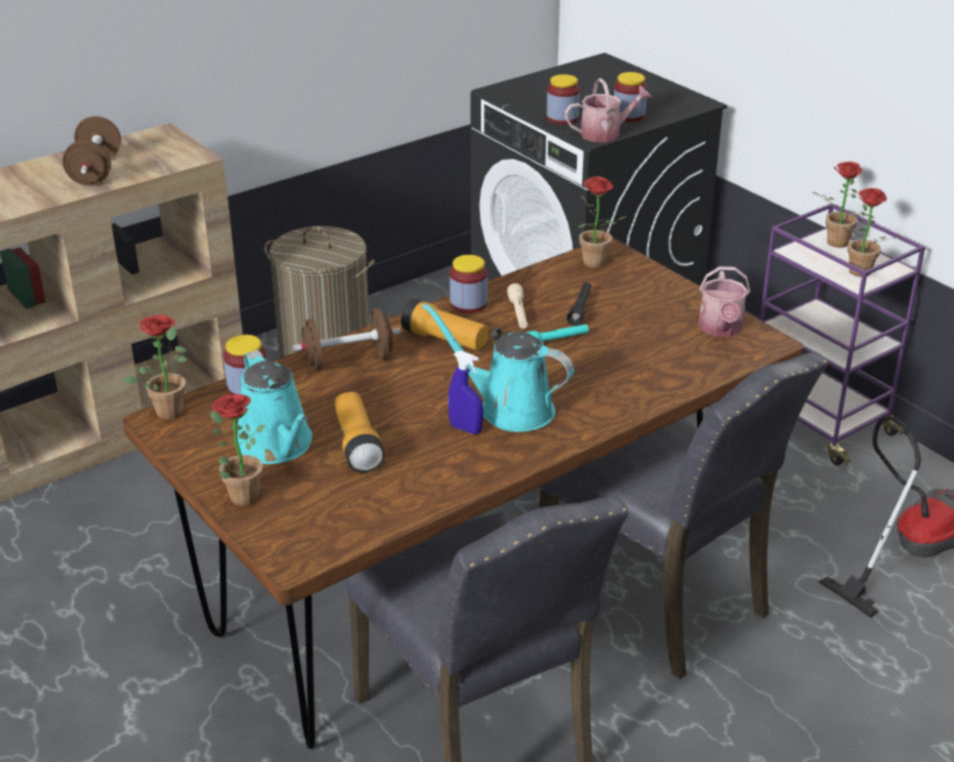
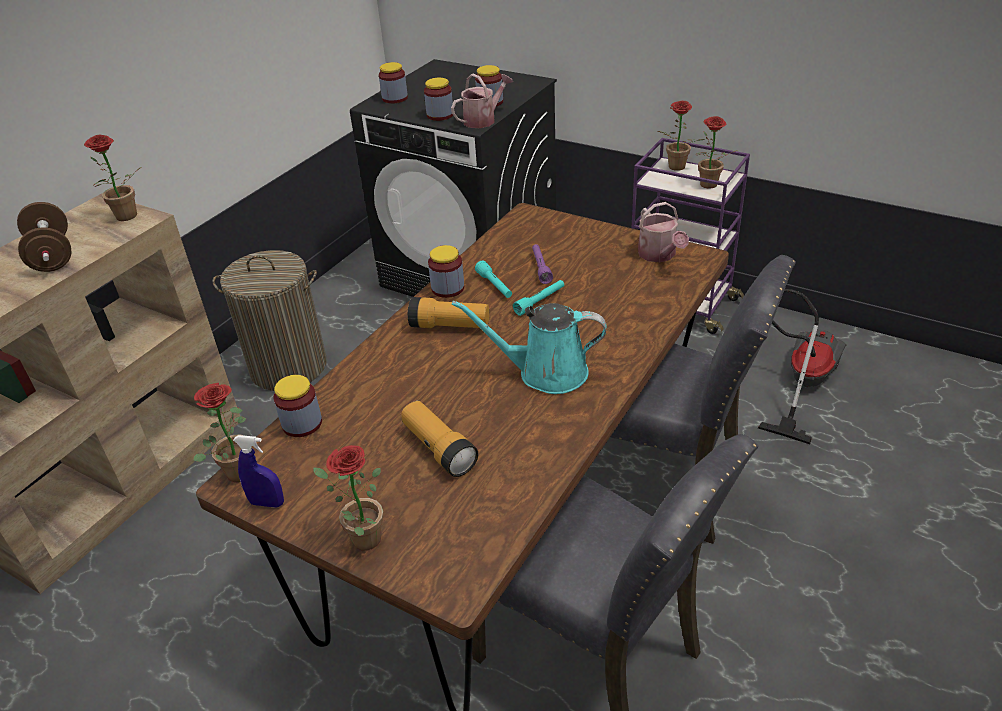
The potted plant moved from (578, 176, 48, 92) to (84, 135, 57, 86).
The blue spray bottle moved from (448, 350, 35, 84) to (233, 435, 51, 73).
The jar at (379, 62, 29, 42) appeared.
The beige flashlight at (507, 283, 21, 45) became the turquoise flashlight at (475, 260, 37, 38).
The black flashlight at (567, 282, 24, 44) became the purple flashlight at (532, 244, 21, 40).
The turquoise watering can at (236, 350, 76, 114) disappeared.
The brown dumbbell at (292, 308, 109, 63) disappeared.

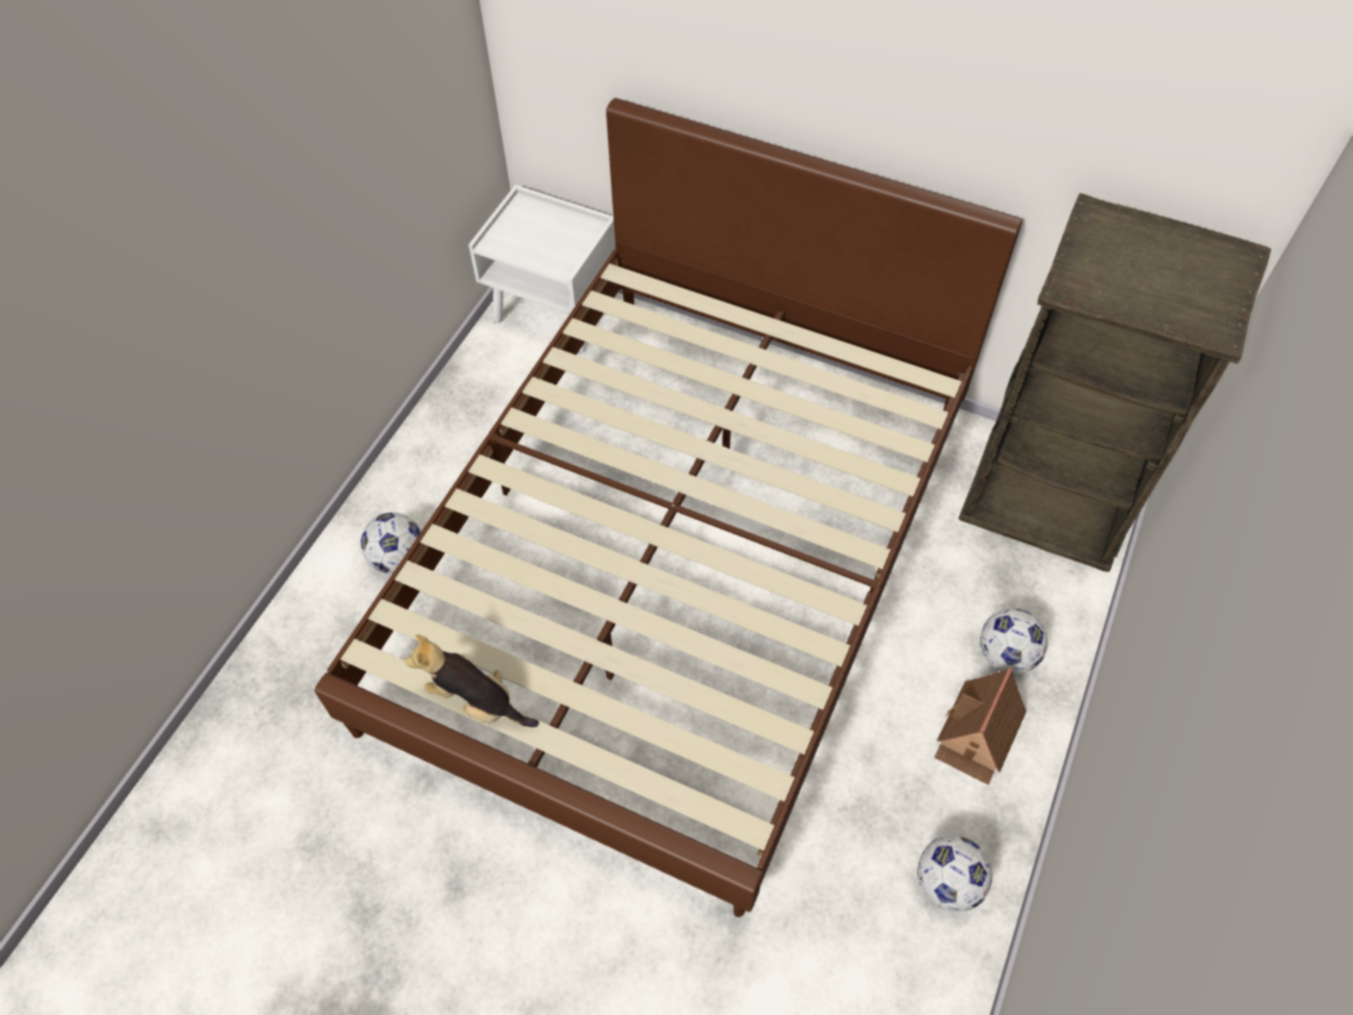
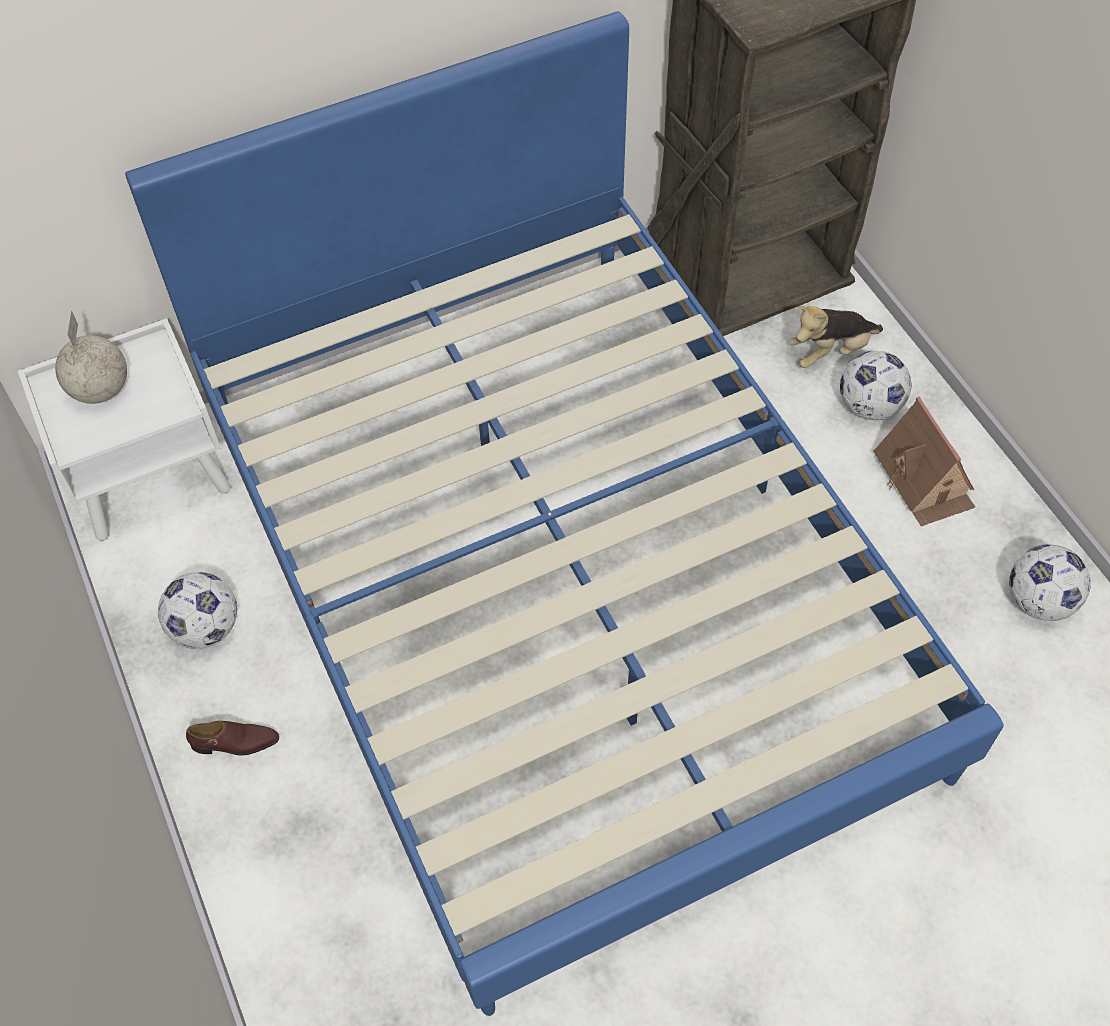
The globe at (55, 310, 72, 94) appeared.
The brown bed at (315, 98, 707, 819) became the blue bed at (125, 11, 879, 1005).
The football moved from (361, 512, 60, 62) to (158, 572, 79, 77).
The brown shoe at (186, 721, 93, 35) appeared.
The plush toy moved from (405, 635, 134, 92) to (789, 306, 94, 62).

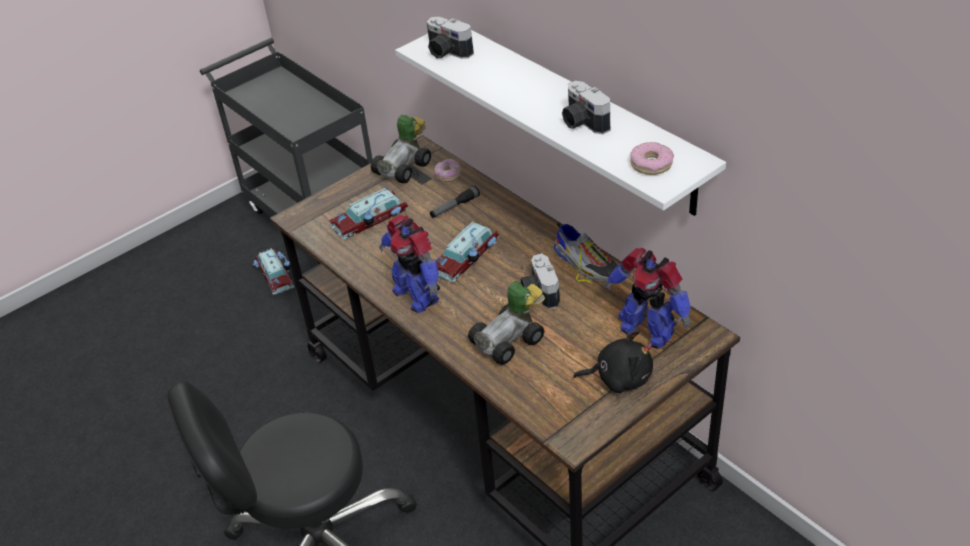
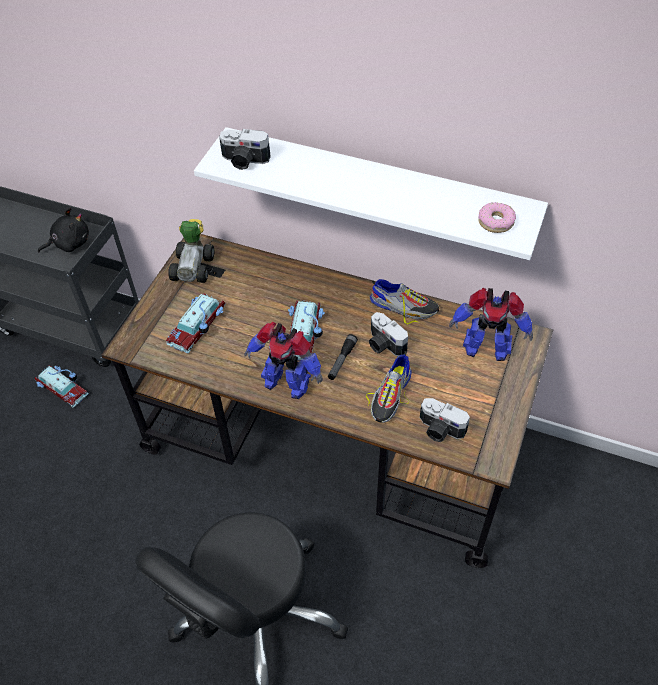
The black plush toy moved from (573, 330, 80, 63) to (38, 208, 51, 44).
The flashlight moved from (430, 186, 50, 32) to (328, 334, 30, 46).
The toy car at (468, 281, 77, 84) was replaced by the shoe at (366, 351, 46, 72).
The photo camera moved from (562, 81, 48, 53) to (420, 398, 50, 44).
The donut at (434, 159, 26, 23) disappeared.

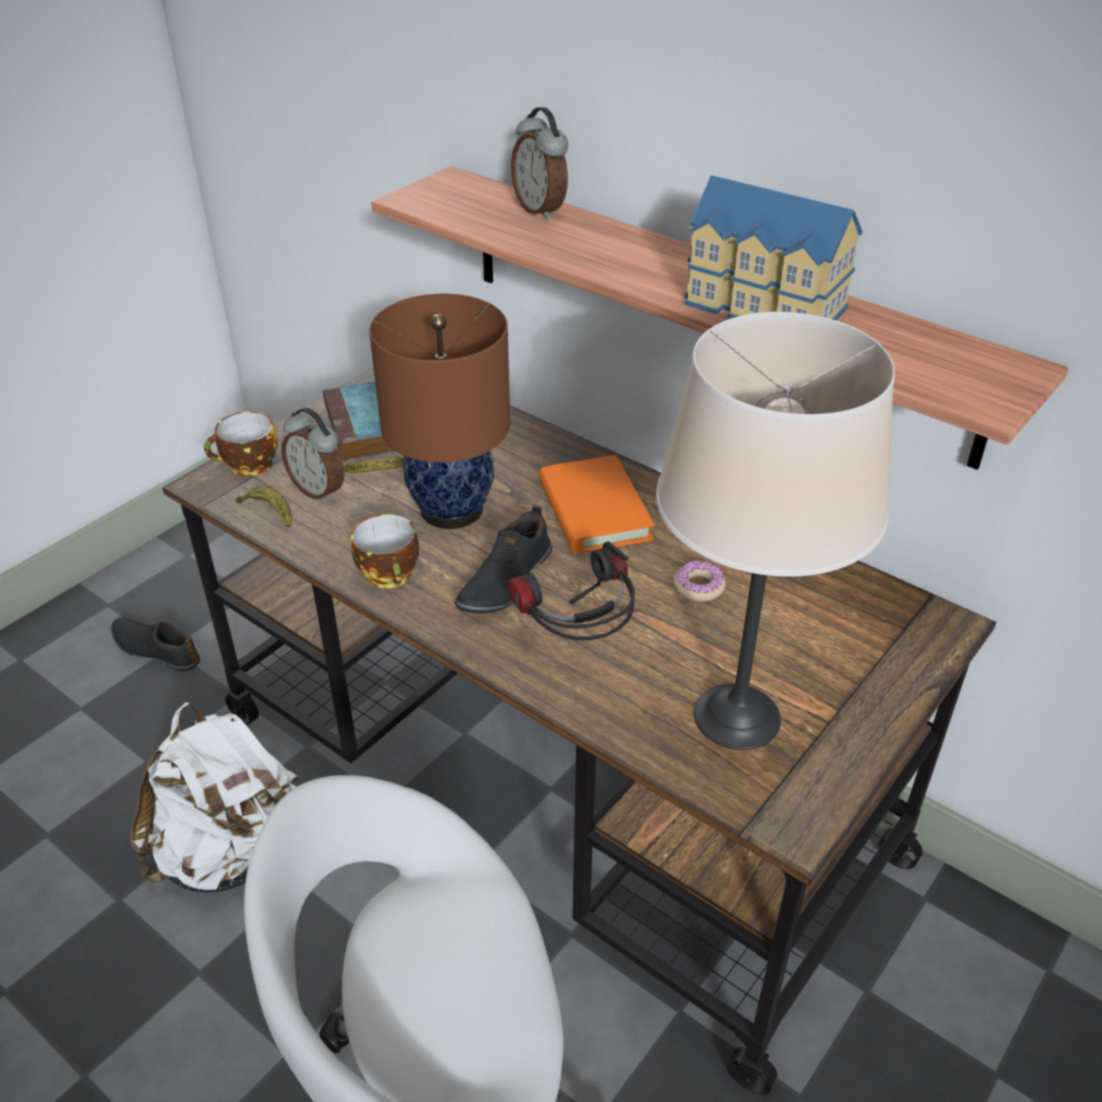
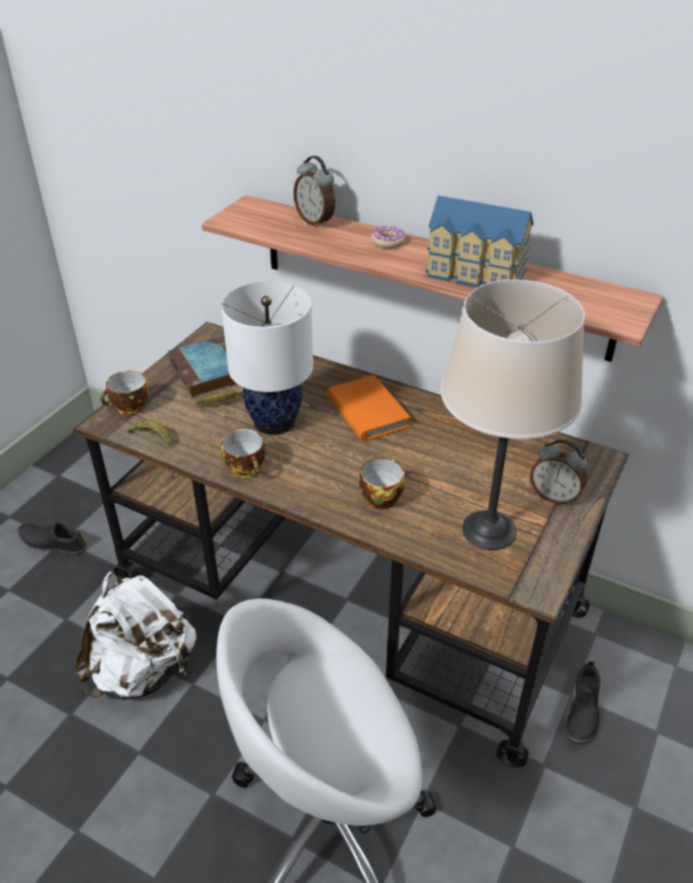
The brown table lamp at (369, 294, 141, 235) became the white table lamp at (221, 281, 92, 154).
The headphones at (508, 541, 127, 99) was replaced by the cup at (359, 457, 46, 52).
The donut moved from (673, 561, 53, 41) to (371, 226, 34, 22).
The alarm clock moved from (281, 408, 63, 94) to (530, 439, 58, 66).
The black shoe moved from (454, 505, 98, 109) to (565, 661, 35, 83).

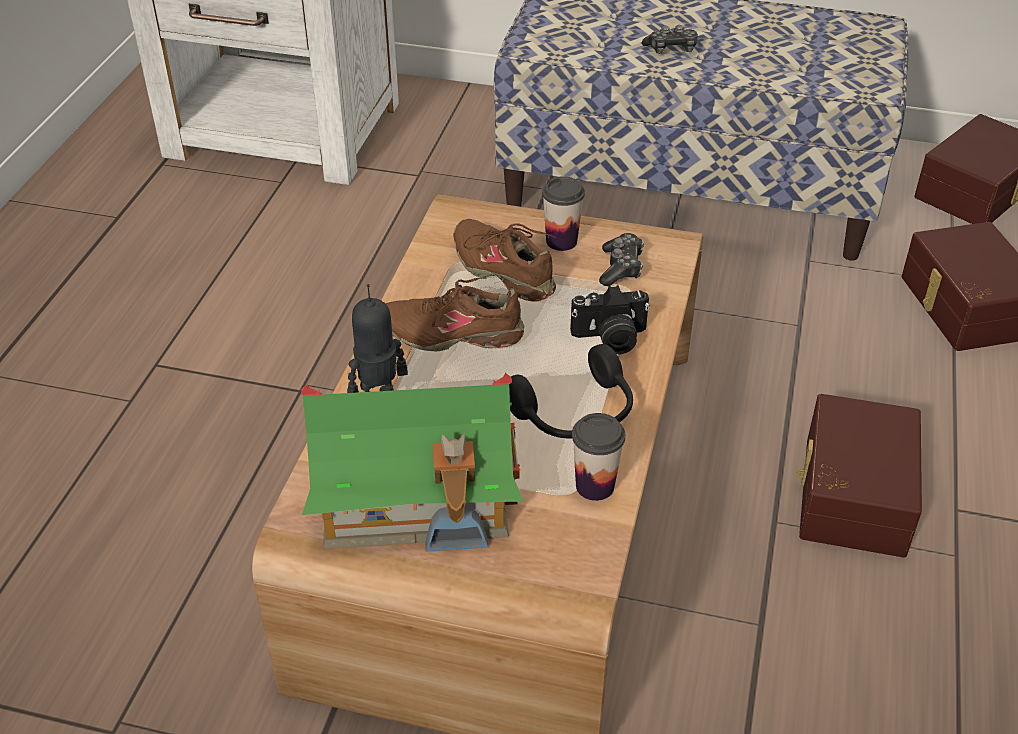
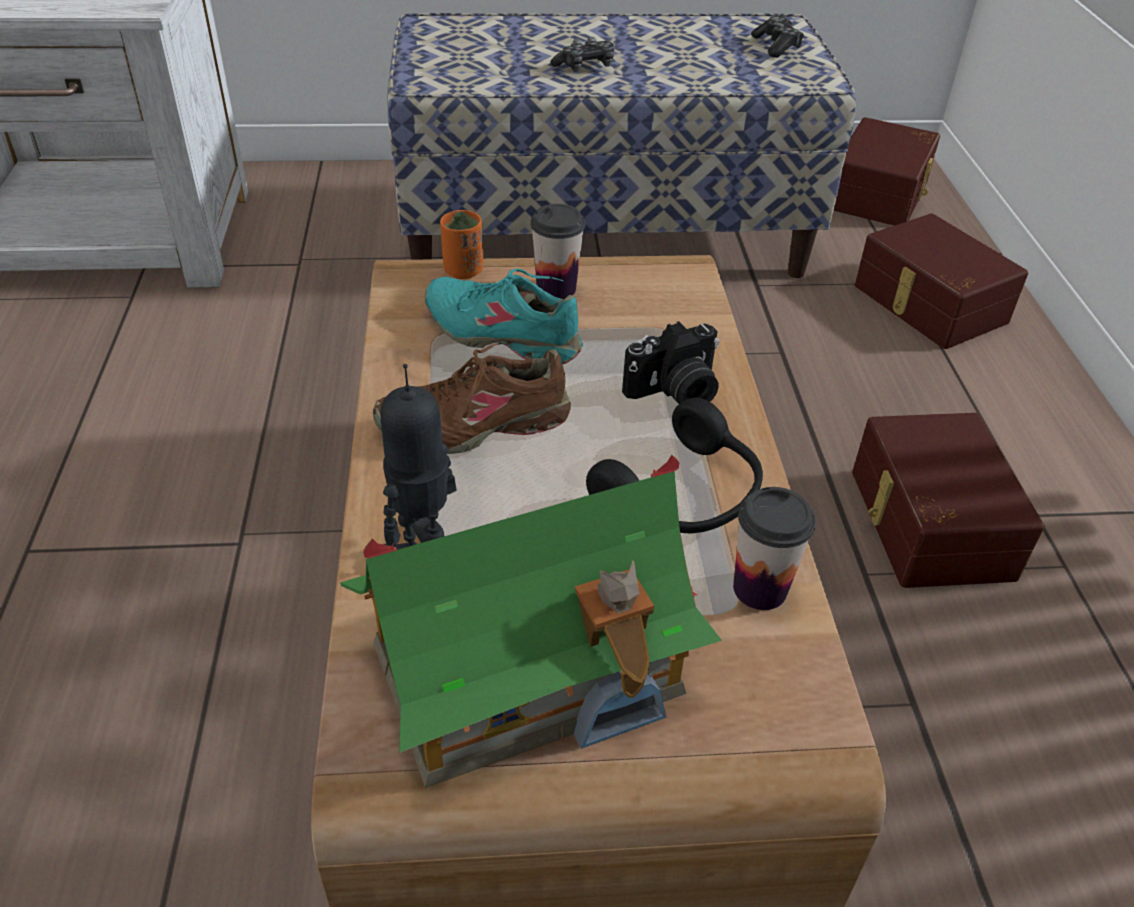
The brown shoe at (454, 219, 102, 83) became the turquoise shoe at (425, 269, 158, 95).
The orange cup at (440, 210, 43, 69) appeared.
The game controller moved from (599, 233, 45, 53) to (751, 16, 53, 42).

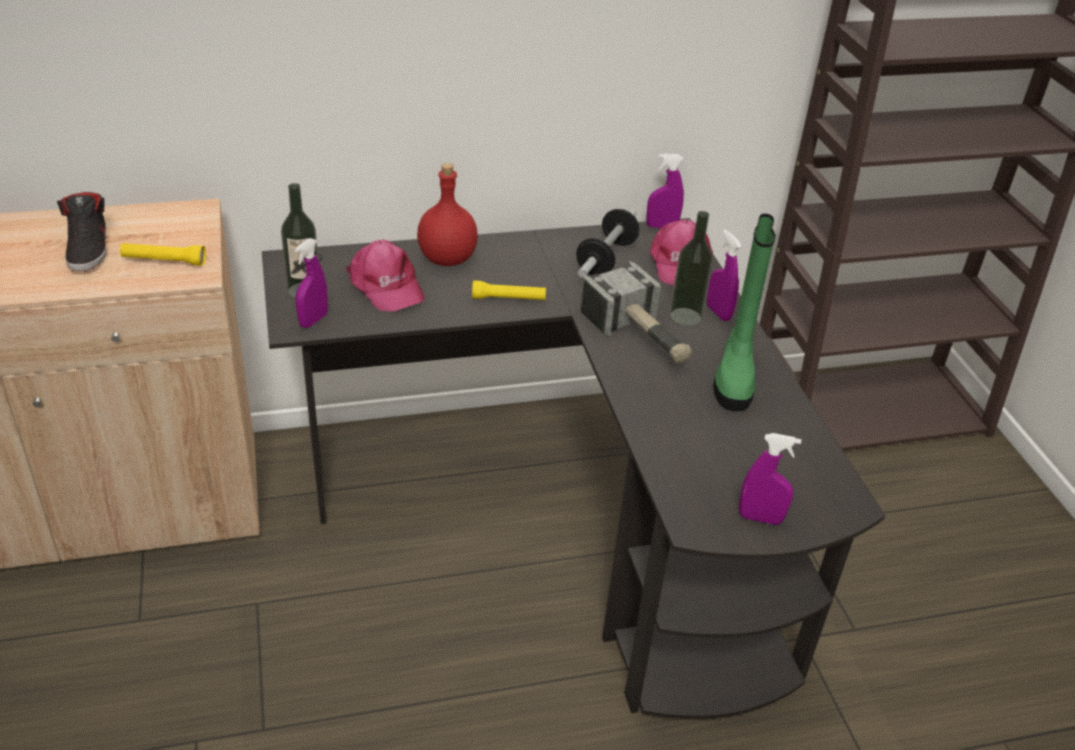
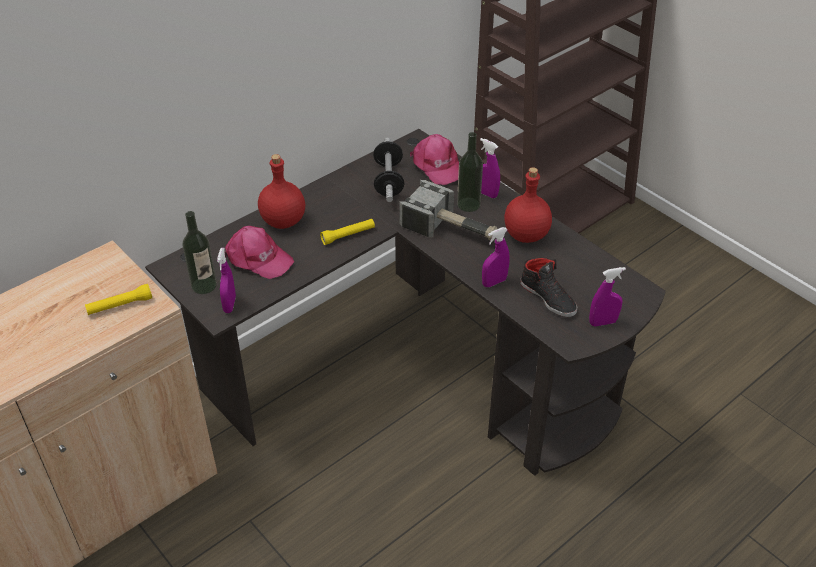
The purple spray bottle moved from (646, 153, 38, 75) to (482, 227, 28, 60).
The green boot at (713, 214, 62, 197) was replaced by the red bottle at (504, 167, 48, 76).
The black shoe moved from (57, 192, 50, 79) to (520, 258, 57, 59).

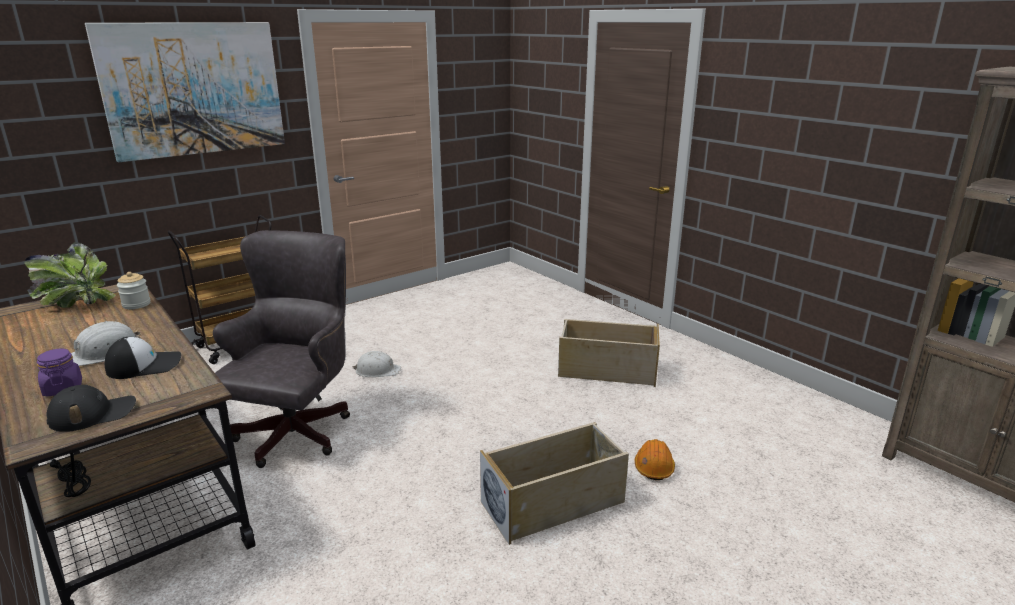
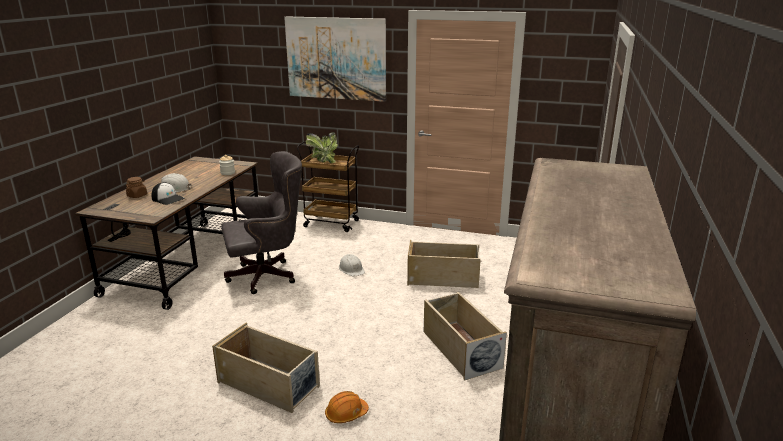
The purple jar at (37, 349, 45, 48) became the brown jar at (126, 177, 21, 21).
The potted plant moved from (24, 242, 92, 66) to (306, 132, 32, 31).
The beige storage box at (407, 240, 74, 48) appeared.
The black cap at (46, 385, 90, 47) disappeared.

